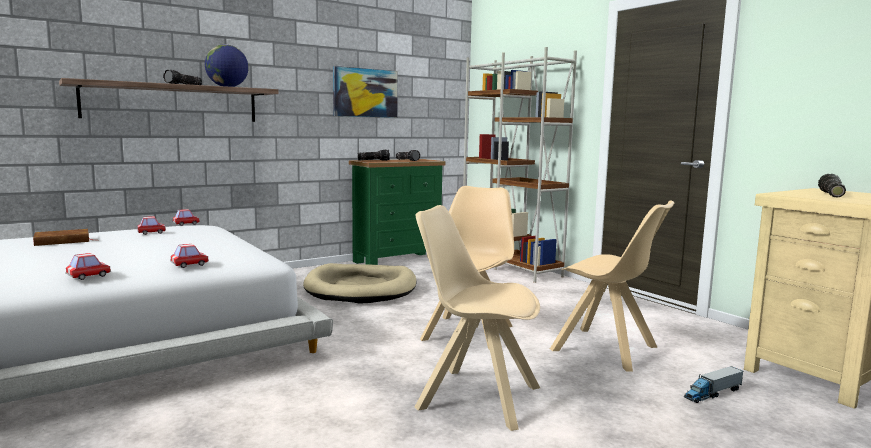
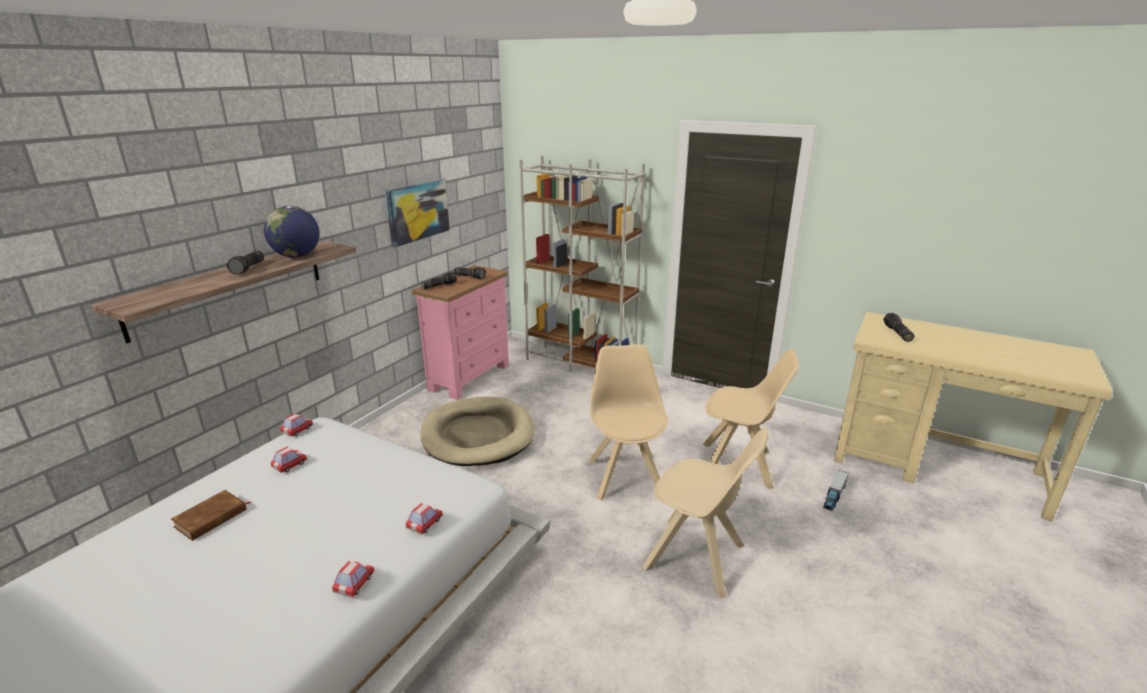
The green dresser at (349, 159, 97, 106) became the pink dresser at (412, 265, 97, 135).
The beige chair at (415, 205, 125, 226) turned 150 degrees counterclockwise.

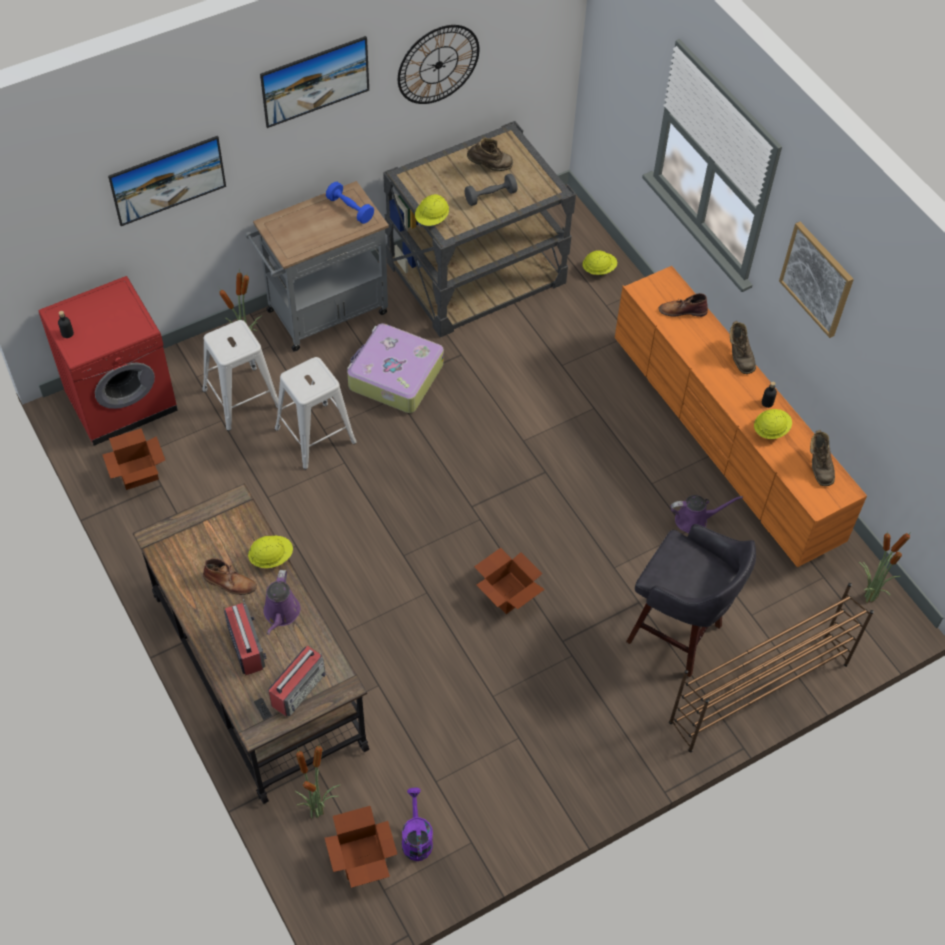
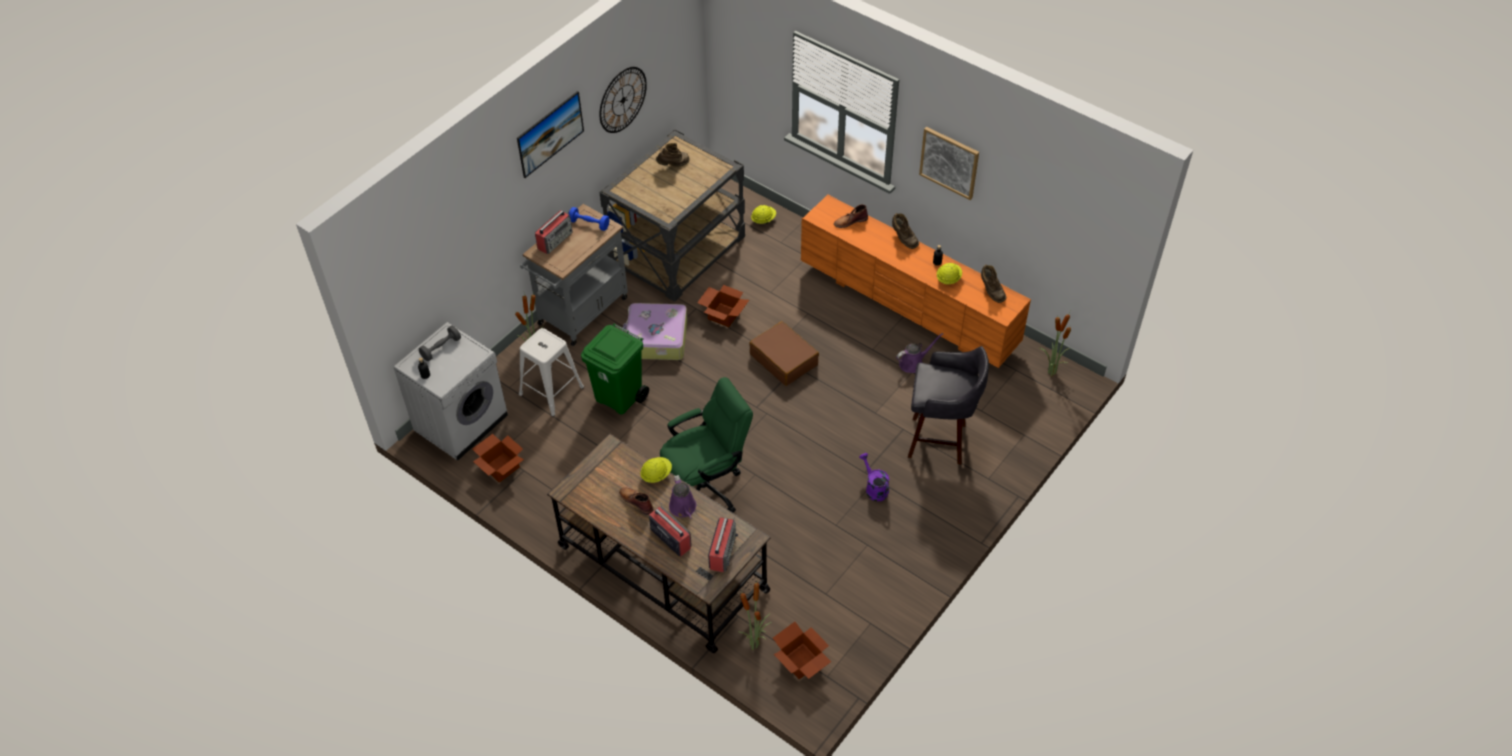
The red washing machine at (39, 276, 139, 170) became the white washing machine at (394, 322, 114, 139).
The grey dumbbell moved from (465, 173, 52, 33) to (419, 326, 42, 35).
The radio at (535, 210, 38, 44) appeared.
The white stool at (275, 357, 82, 112) was replaced by the green trash can at (581, 323, 68, 92).
The brown boot at (203, 558, 54, 37) turned 135 degrees counterclockwise.
The green office chair at (660, 377, 93, 135) appeared.
The cardboard box moved from (474, 548, 71, 66) to (697, 285, 52, 42).
The brown suitcase at (749, 321, 70, 65) appeared.
The purple watering can moved from (402, 788, 31, 73) to (859, 453, 30, 48).
The picture at (108, 136, 118, 90) disappeared.
The yellow hard hat at (415, 194, 34, 32) disappeared.
The brown shoe rack at (669, 583, 205, 169) disappeared.

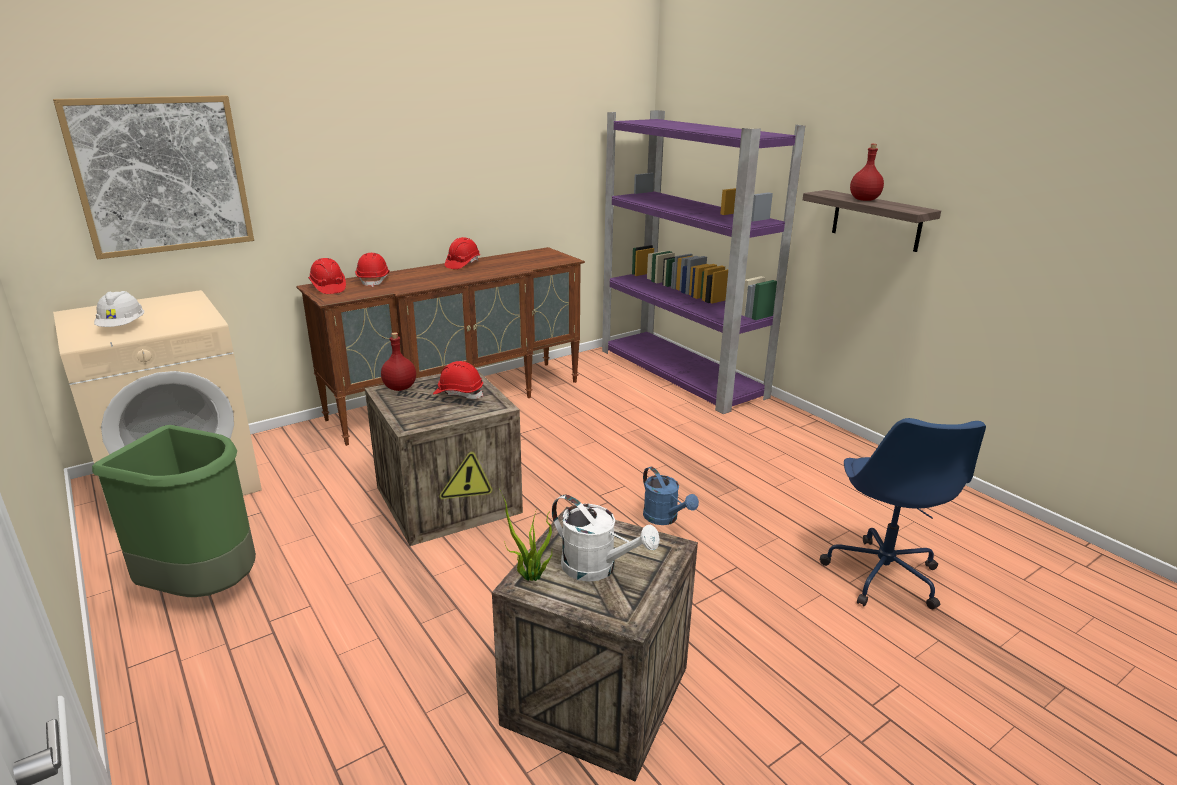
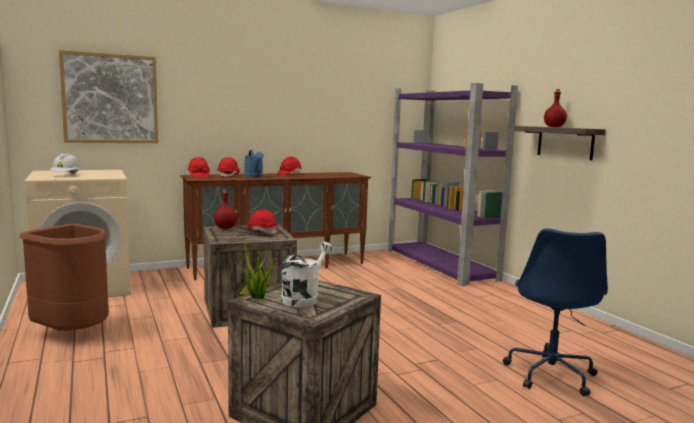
The green trash can at (92, 425, 164, 172) became the brown trash can at (20, 224, 89, 107).
The blue watering can moved from (643, 467, 56, 58) to (244, 150, 20, 28).
The white watering can at (552, 495, 108, 87) turned 105 degrees counterclockwise.

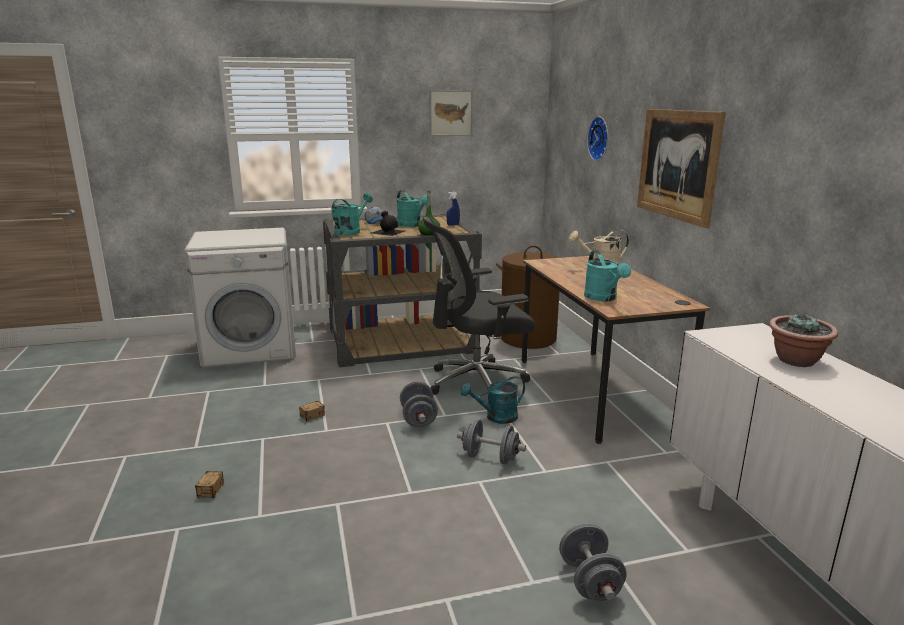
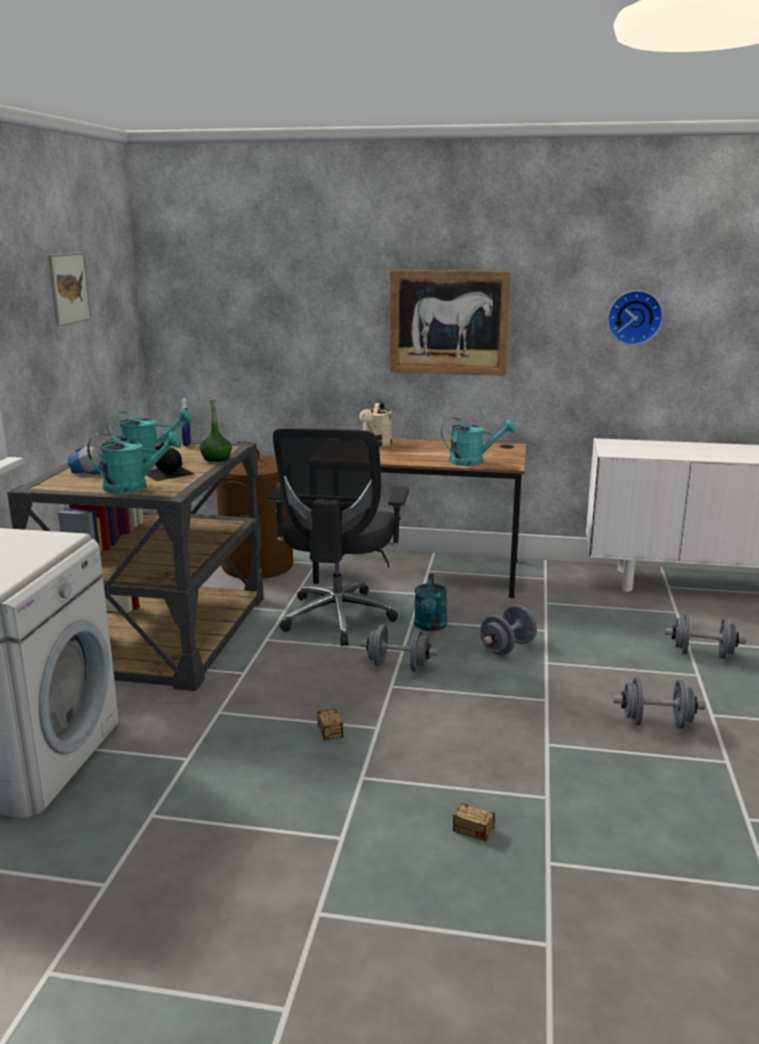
The turquoise watering can at (332, 193, 41, 43) turned 120 degrees clockwise.
The wall clock moved from (587, 116, 21, 45) to (607, 290, 56, 55).
The grey dumbbell at (613, 677, 92, 52) appeared.
The potted plant at (769, 313, 70, 54) disappeared.

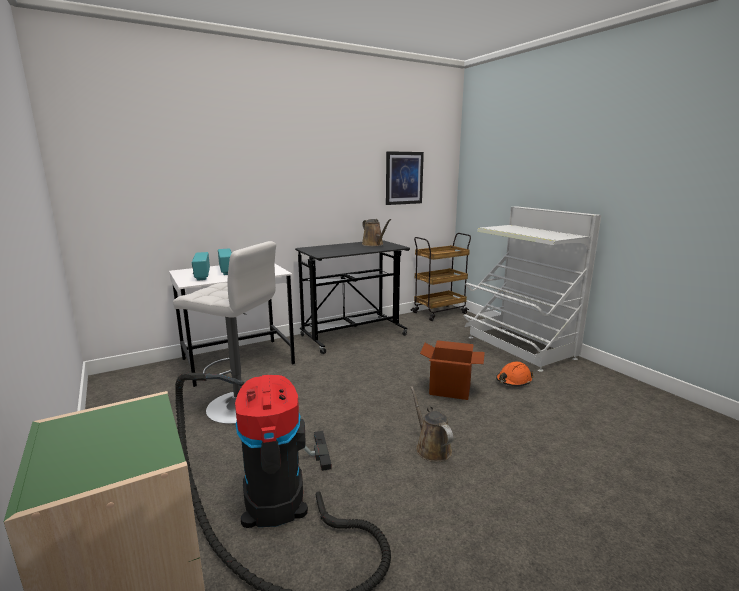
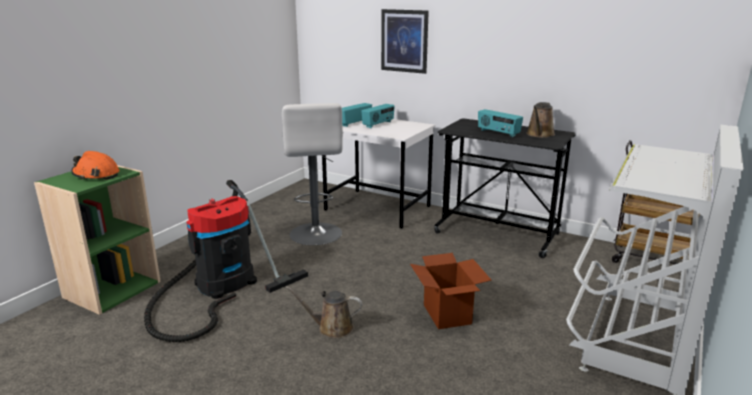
The orange hard hat moved from (496, 362, 37, 24) to (71, 151, 49, 29).
The brown watering can at (410, 386, 43, 76) turned 120 degrees counterclockwise.
The picture moved from (386, 151, 38, 54) to (381, 9, 48, 65).
The radio at (478, 109, 45, 28) appeared.

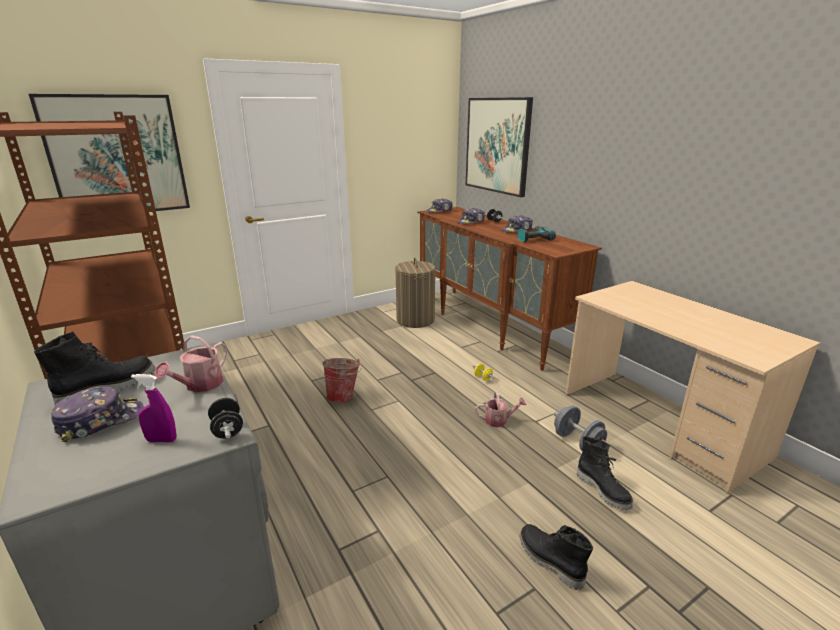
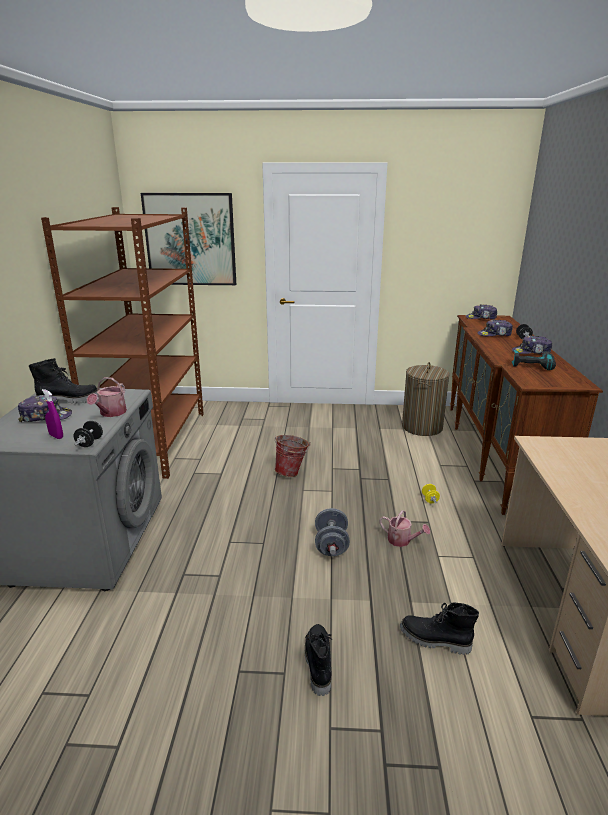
The watering can at (155, 335, 72, 57) turned 45 degrees counterclockwise.
The grey dumbbell moved from (554, 406, 55, 44) to (315, 508, 35, 48).
The black boot at (577, 436, 56, 74) turned 105 degrees clockwise.
The picture at (466, 97, 67, 100) disappeared.

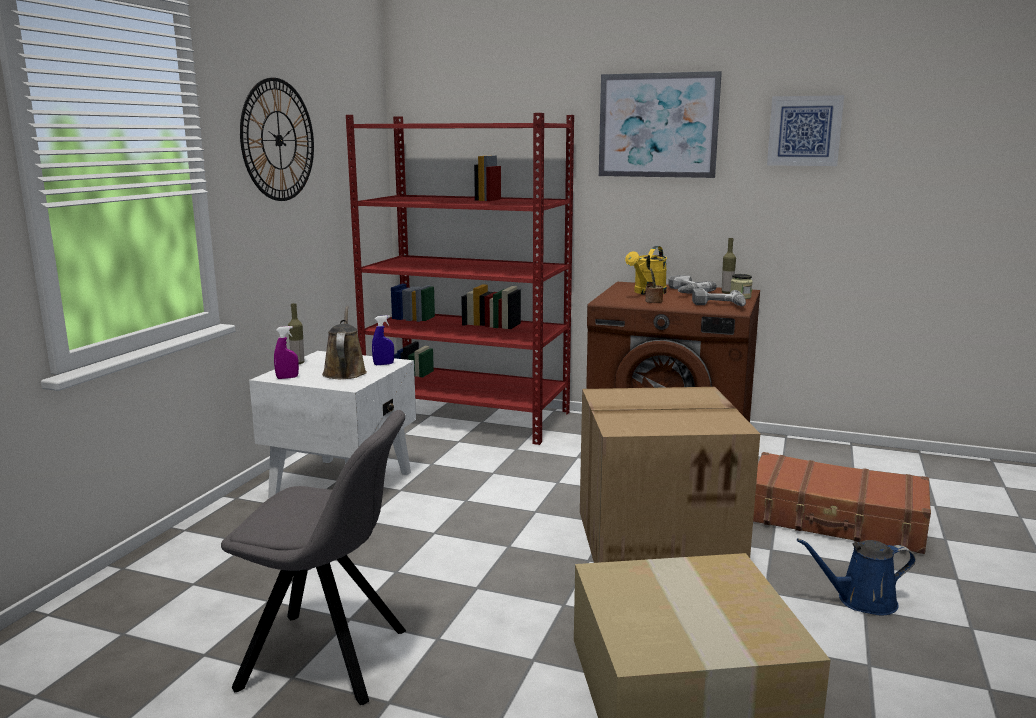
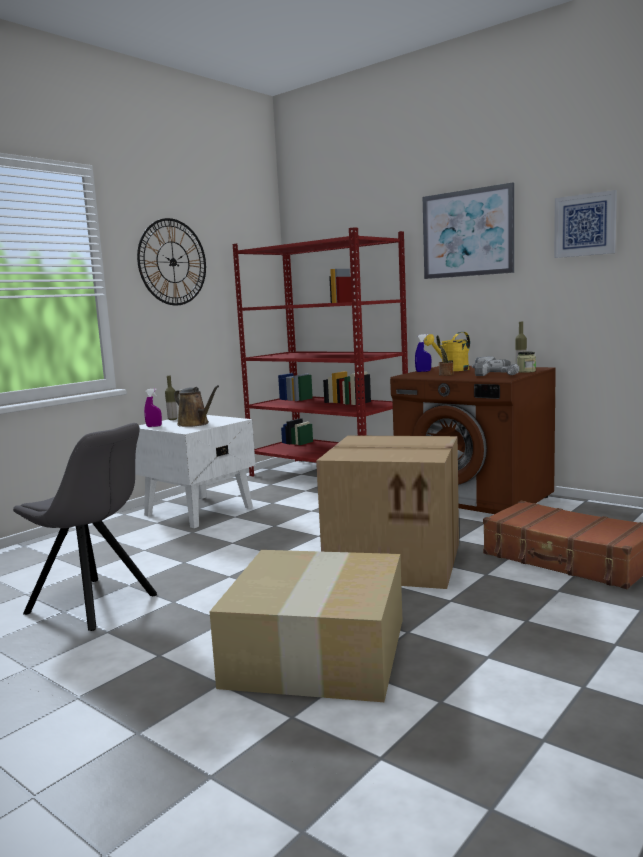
The brown watering can at (322, 306, 45, 73) turned 120 degrees clockwise.
The blue spray bottle moved from (372, 315, 22, 50) to (415, 334, 16, 38).
The blue watering can at (797, 538, 119, 77) disappeared.

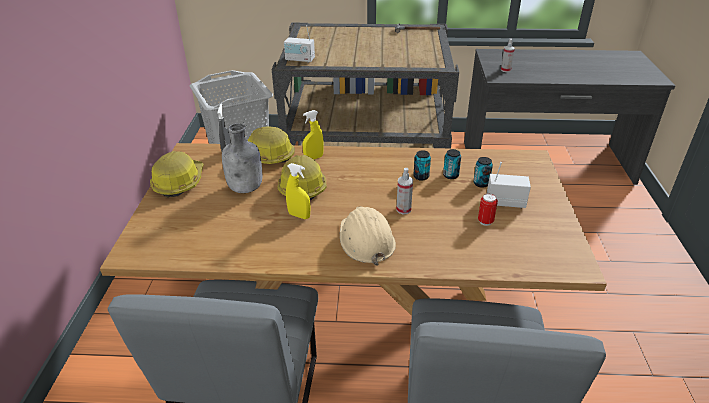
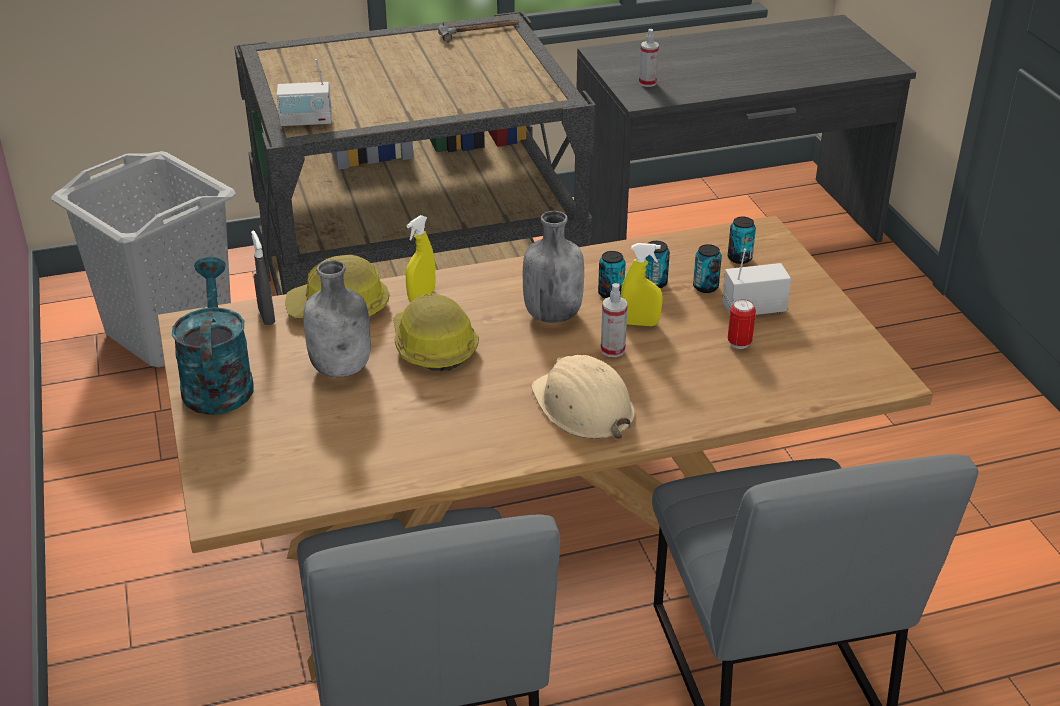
The hard hat at (150, 151, 54, 46) was replaced by the turquoise watering can at (172, 257, 81, 158).
The grey bottle at (523, 211, 61, 112) appeared.
The yellow spray bottle moved from (286, 163, 24, 56) to (621, 243, 42, 83).
The can at (728, 217, 28, 47) appeared.

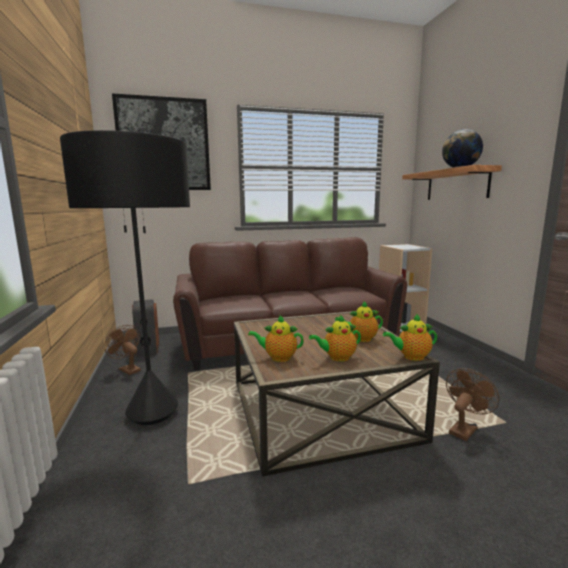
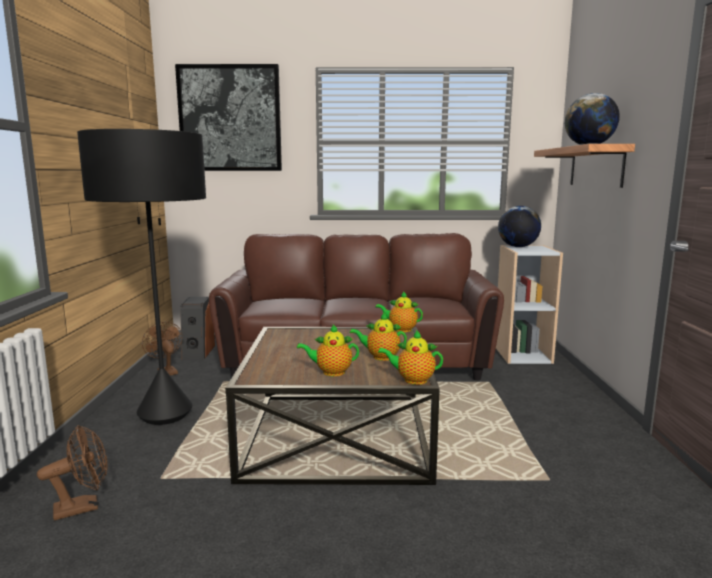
The brown fan moved from (446, 368, 54, 73) to (37, 425, 71, 95).
The teapot moved from (248, 315, 56, 47) to (375, 291, 48, 41).
The globe at (498, 206, 43, 41) appeared.

